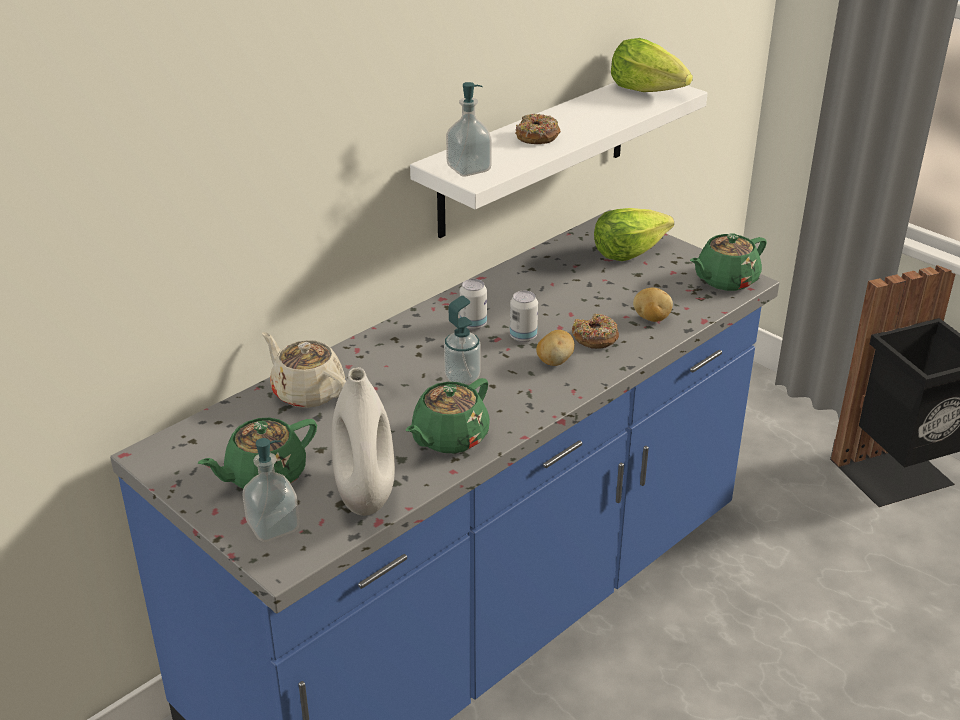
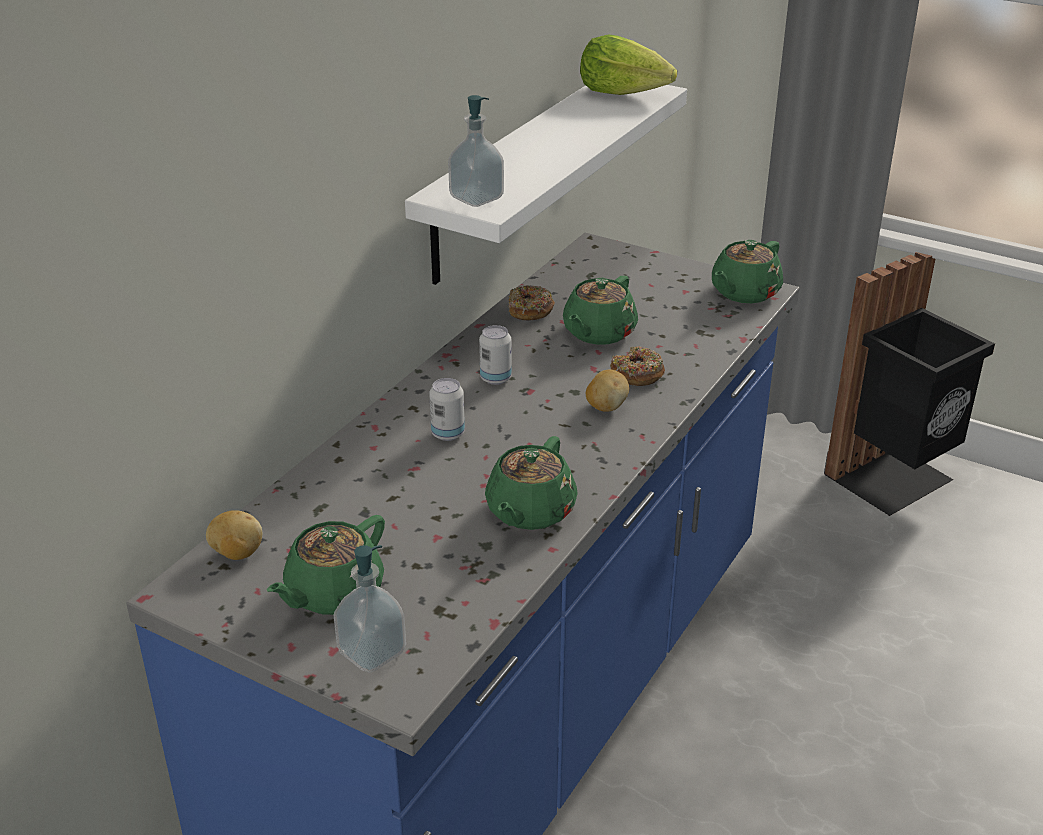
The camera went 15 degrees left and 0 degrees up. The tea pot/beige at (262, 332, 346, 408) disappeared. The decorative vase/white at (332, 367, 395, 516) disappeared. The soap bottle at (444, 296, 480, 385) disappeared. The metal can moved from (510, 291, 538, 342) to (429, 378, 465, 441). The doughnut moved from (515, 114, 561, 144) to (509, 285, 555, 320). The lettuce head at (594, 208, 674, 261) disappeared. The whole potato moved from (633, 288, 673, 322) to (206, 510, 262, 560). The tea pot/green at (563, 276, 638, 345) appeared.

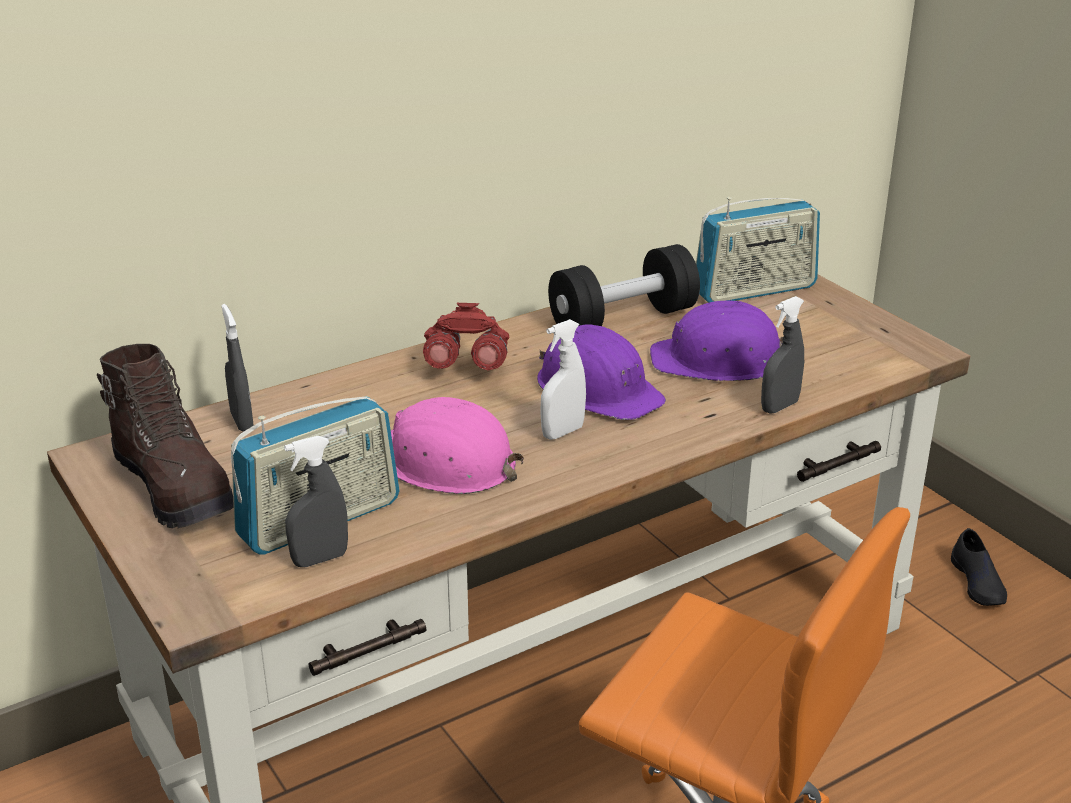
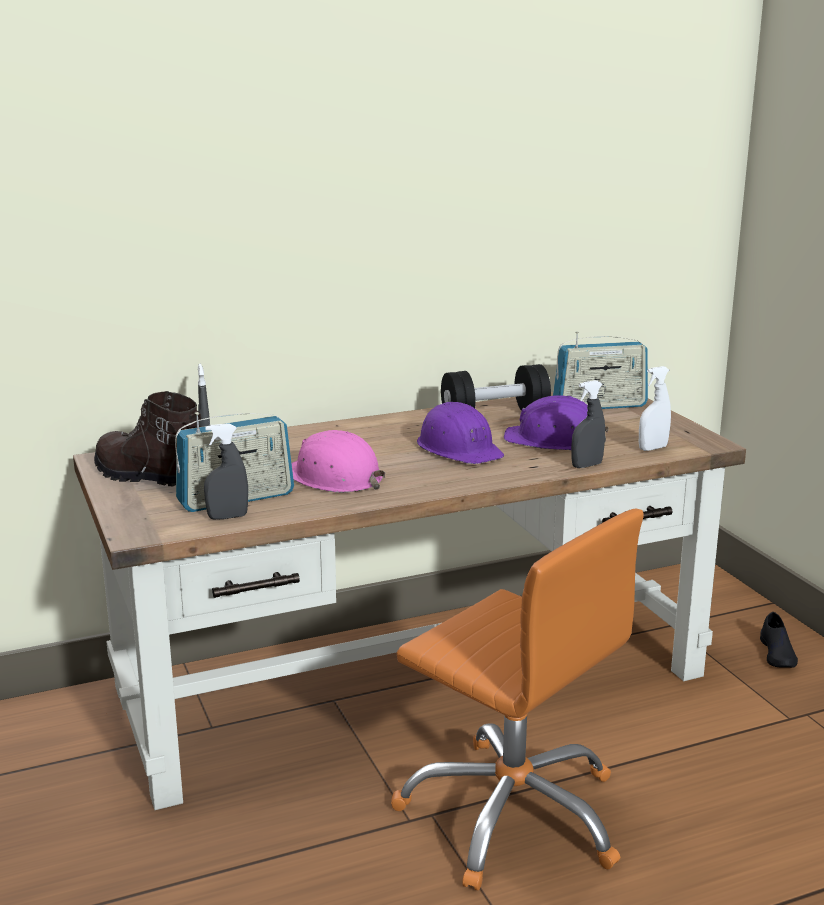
The camera went 10 degrees right and 10 degrees down. The boot/brownish at (97, 344, 234, 529) turned 150 degrees clockwise. The pair of binoculars/red at (423, 303, 510, 370) disappeared. The hand sprayer/white moved from (540, 319, 586, 440) to (639, 366, 671, 451).

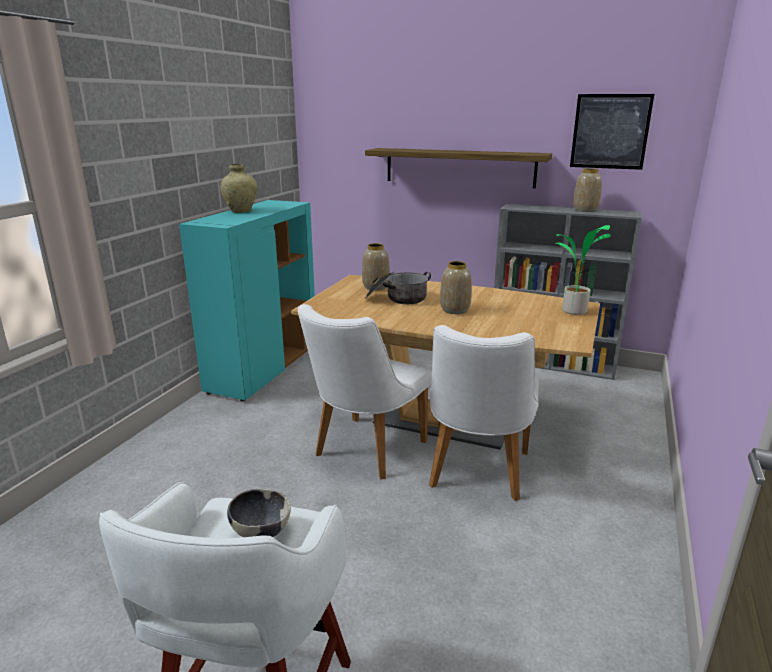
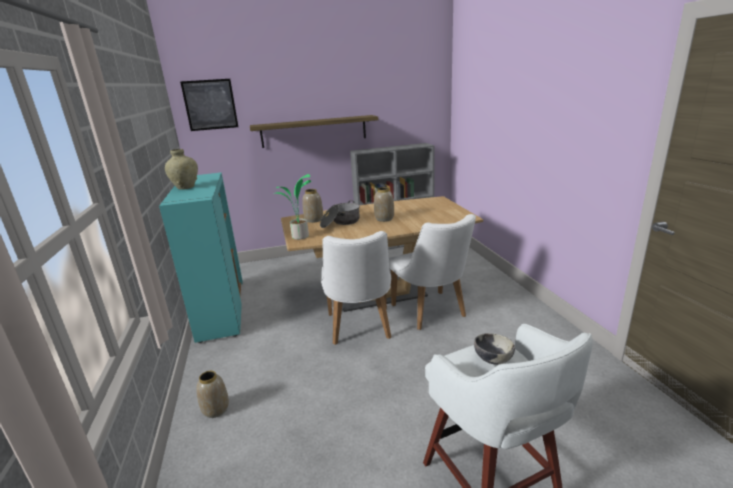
The camera went 35 degrees left and 0 degrees up. The plant in a pot moved from (555, 225, 611, 315) to (274, 174, 311, 240). The wall art moved from (570, 94, 654, 170) to (180, 79, 238, 131). The decorative vase moved from (573, 168, 602, 212) to (196, 371, 229, 418).

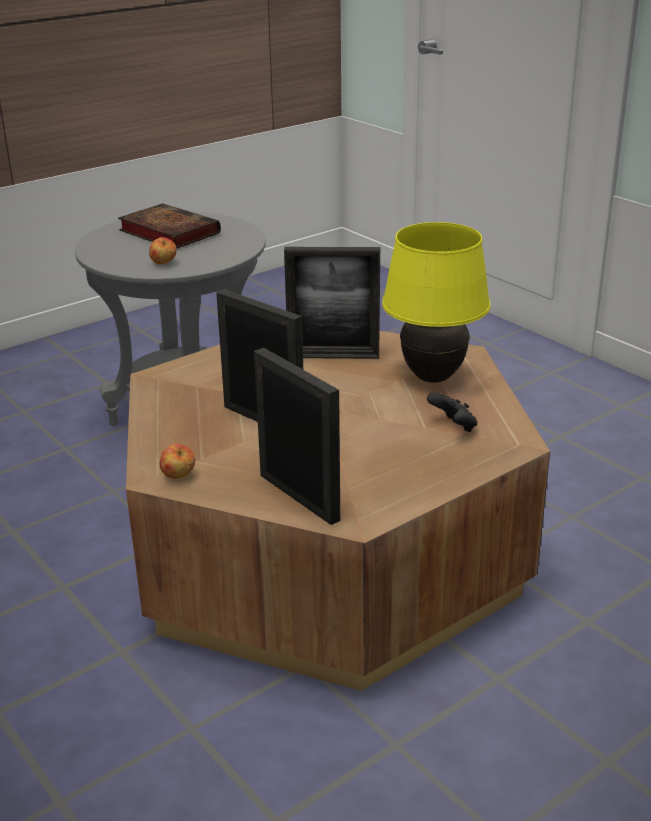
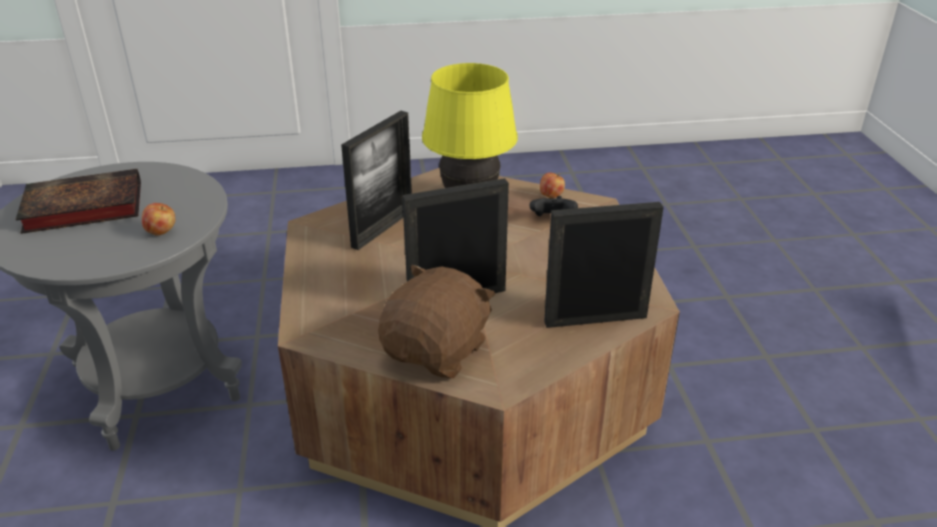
The camera went 60 degrees left and 5 degrees up. The apple moved from (160, 444, 195, 479) to (540, 172, 565, 198). The cuddly toy/brownish at (378, 264, 496, 378) appeared.

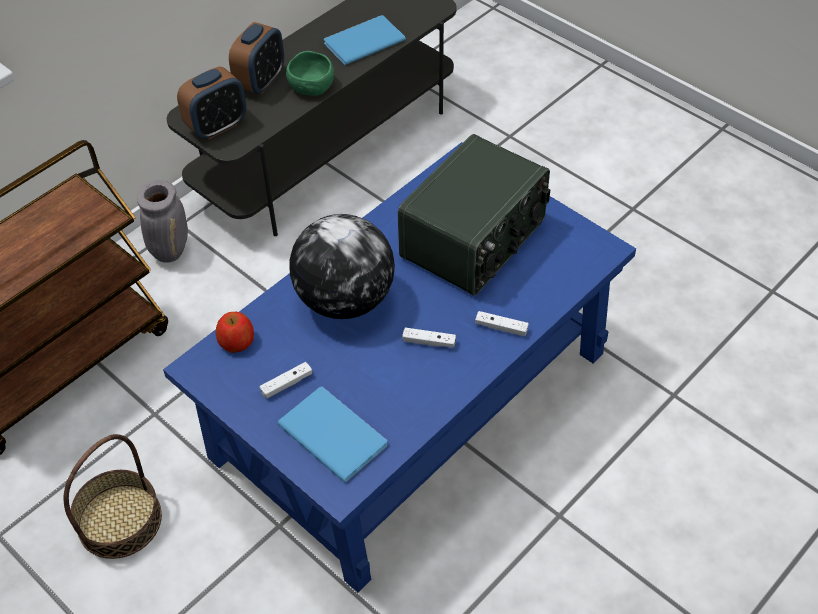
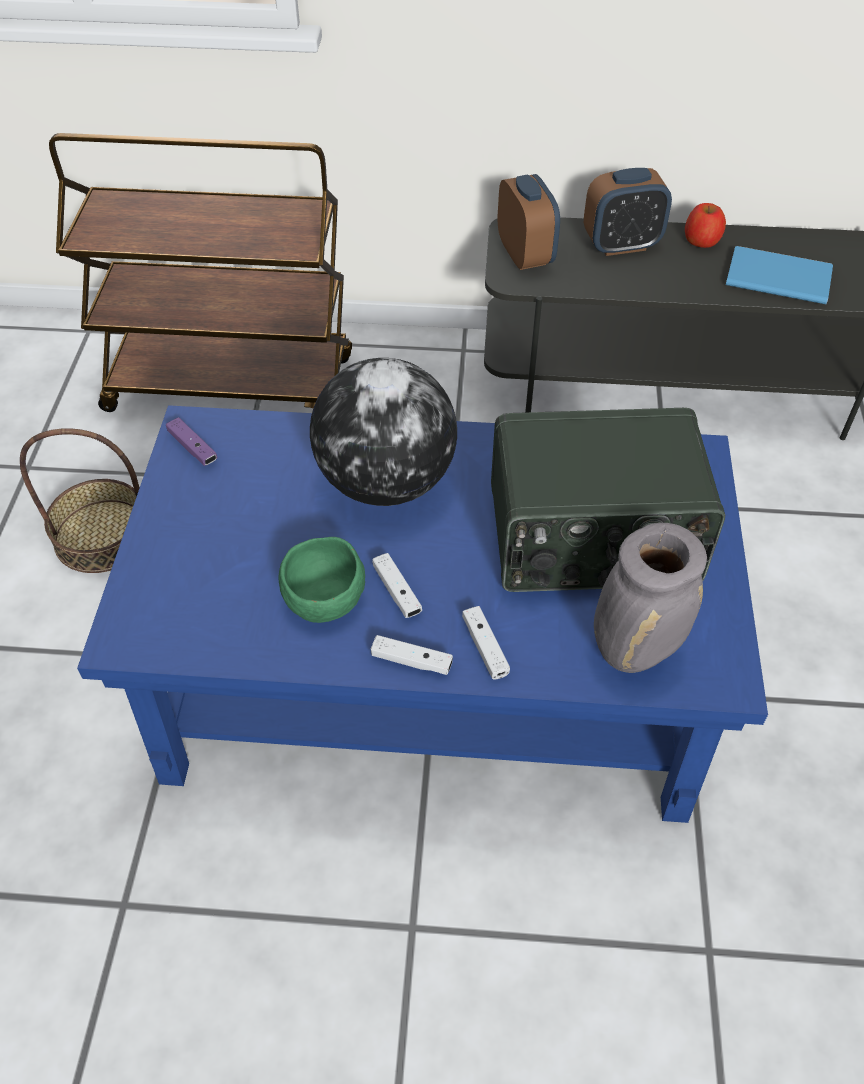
The camera went 50 degrees right and 0 degrees up. The decorative vase/grey moved from (137, 180, 188, 263) to (594, 523, 707, 673). The alarm clock at (177, 67, 246, 139) turned 120 degrees counterclockwise. The apple moved from (216, 312, 254, 353) to (685, 203, 726, 248). The joypad/white moved from (260, 362, 313, 399) to (371, 635, 453, 675). The bound book/blue-coloured at (277, 387, 387, 483) disappeared. The deep dish/green moved from (286, 51, 334, 96) to (278, 537, 365, 623). The joypad/purple-coloured at (166, 417, 218, 466) appeared.

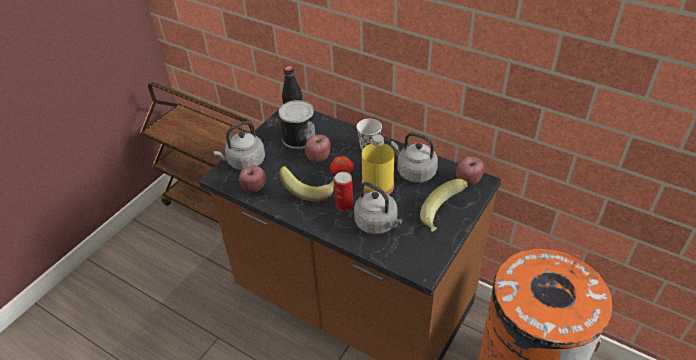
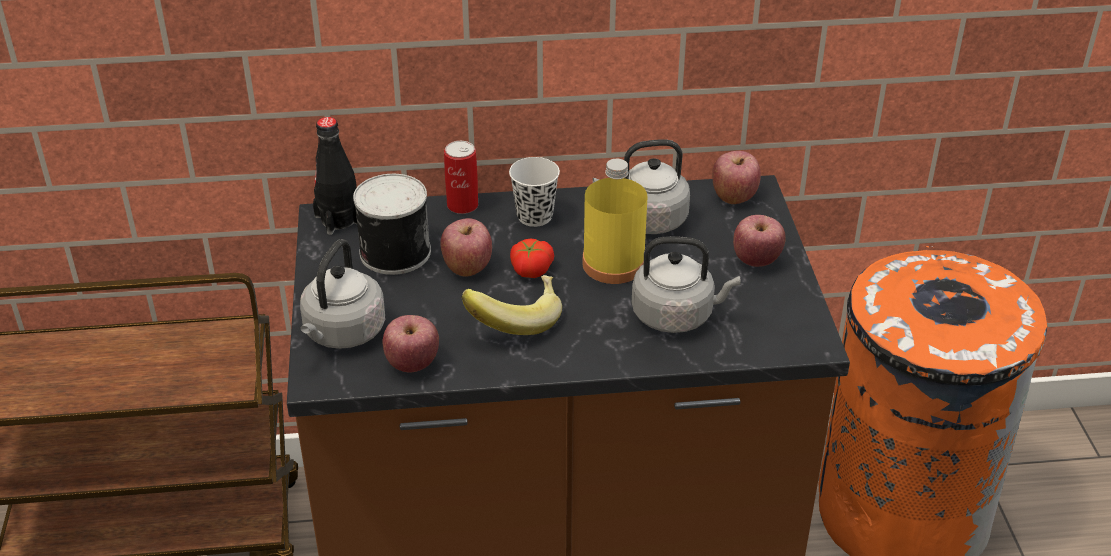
The camera went 40 degrees left and 5 degrees down. The metal can moved from (334, 172, 353, 211) to (444, 141, 478, 214). The banana at (420, 179, 468, 232) was replaced by the apple at (733, 215, 786, 267).

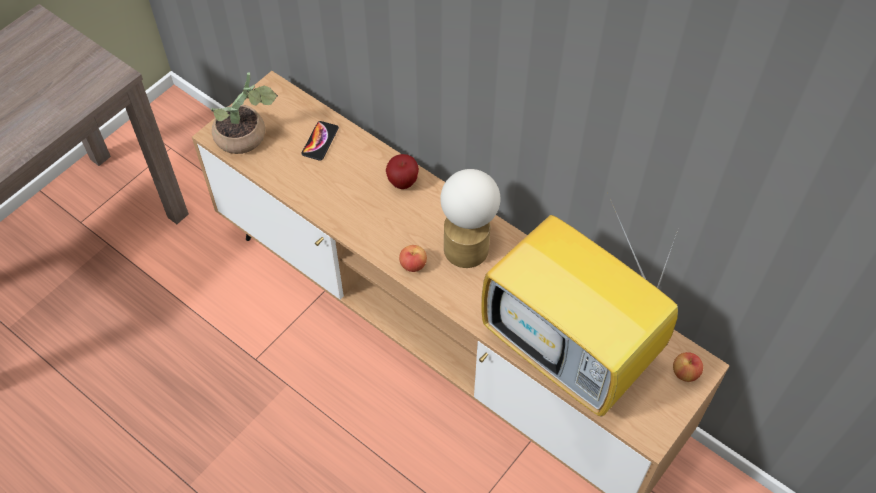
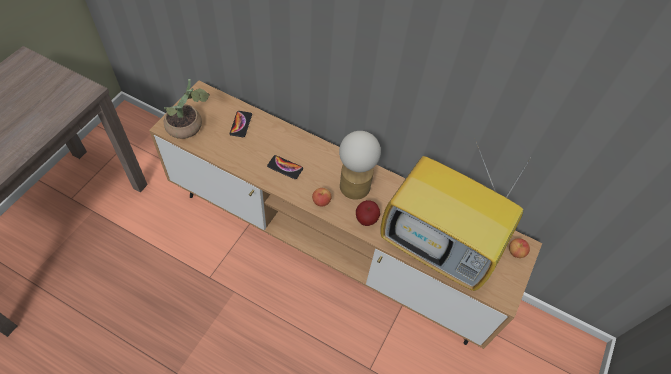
The camera went 15 degrees left and 0 degrees up. The apple moved from (386, 154, 419, 189) to (356, 200, 380, 226). The telephone at (267, 155, 303, 179) appeared.

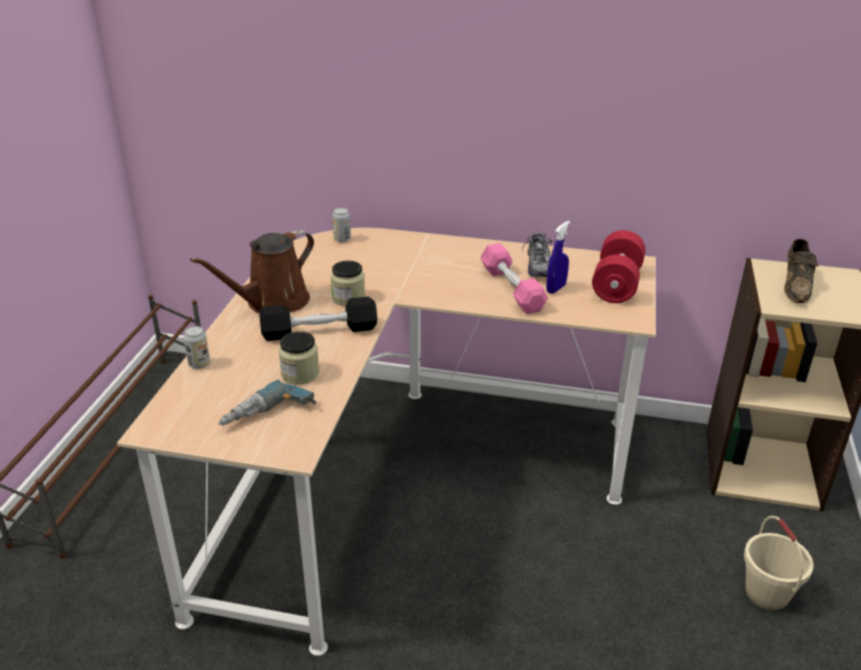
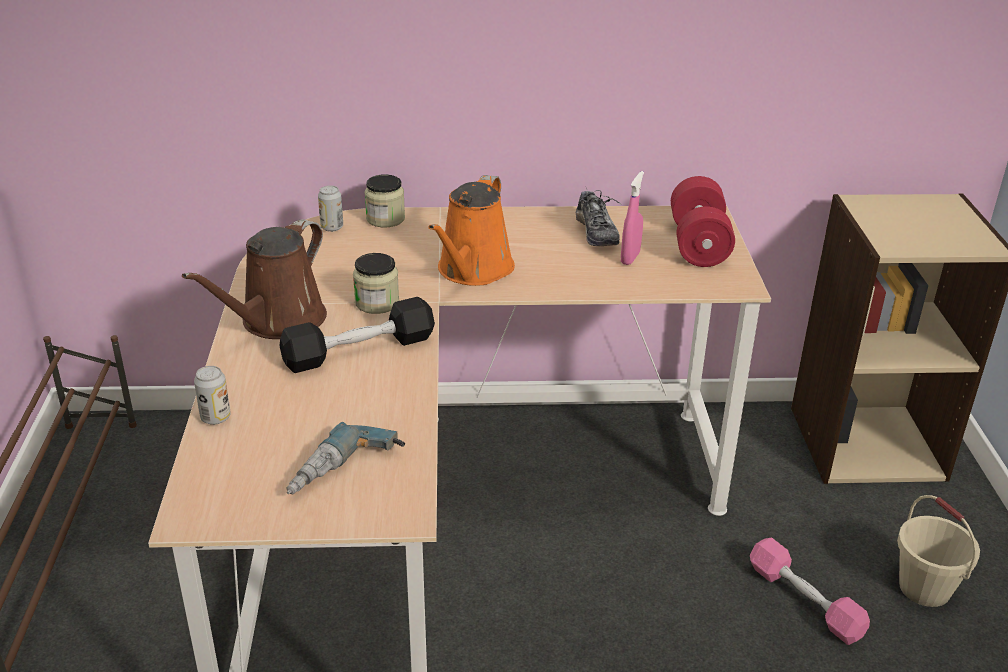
The camera went 15 degrees left and 0 degrees up. The storage jar moved from (279, 331, 319, 384) to (365, 174, 405, 227). The dumbbell/pink moved from (480, 243, 548, 314) to (750, 538, 870, 645). The hand sprayer/blue-coloured at (546, 221, 570, 294) became the hand sprayer/pink at (621, 171, 644, 265). The item of footwear/brownish at (784, 239, 819, 303) disappeared. The sprinkling can/orangey at (428, 175, 515, 286) appeared.

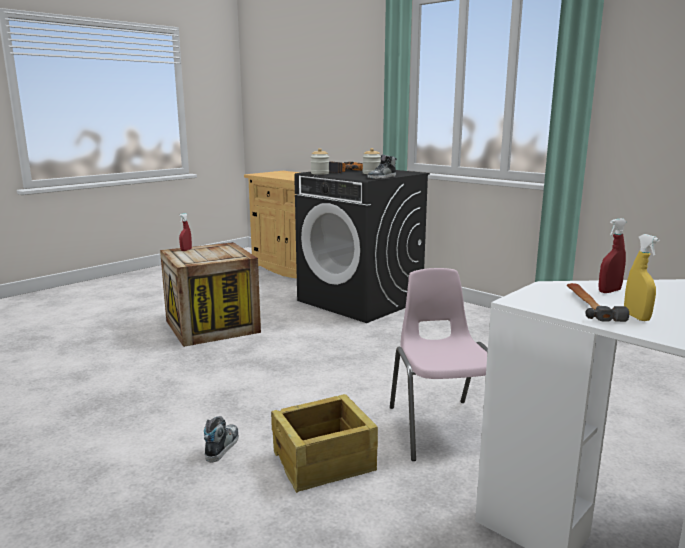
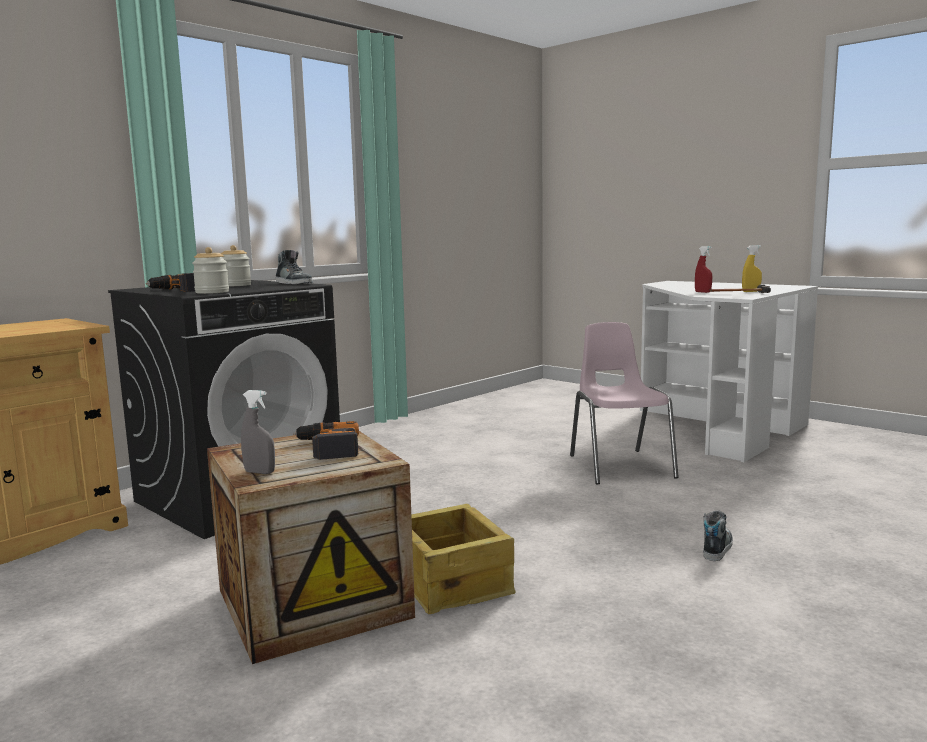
The camera went 90 degrees left and 5 degrees down. The hand sprayer/red at (179, 213, 192, 251) became the hand sprayer/grey at (241, 390, 275, 474). The item of footwear at (204, 416, 239, 463) turned 105 degrees clockwise. The shipping crate moved from (271, 394, 378, 493) to (411, 504, 516, 614). The upright chair/pink at (390, 268, 488, 461) turned 90 degrees clockwise. The power drill at (293, 421, 359, 460) appeared.

